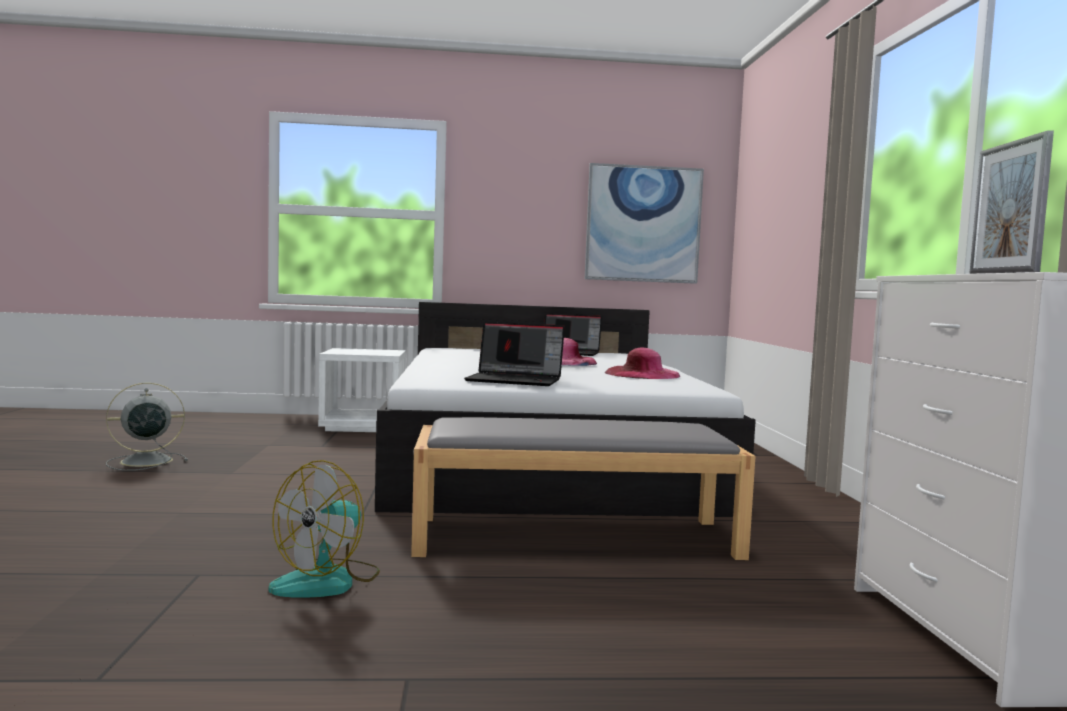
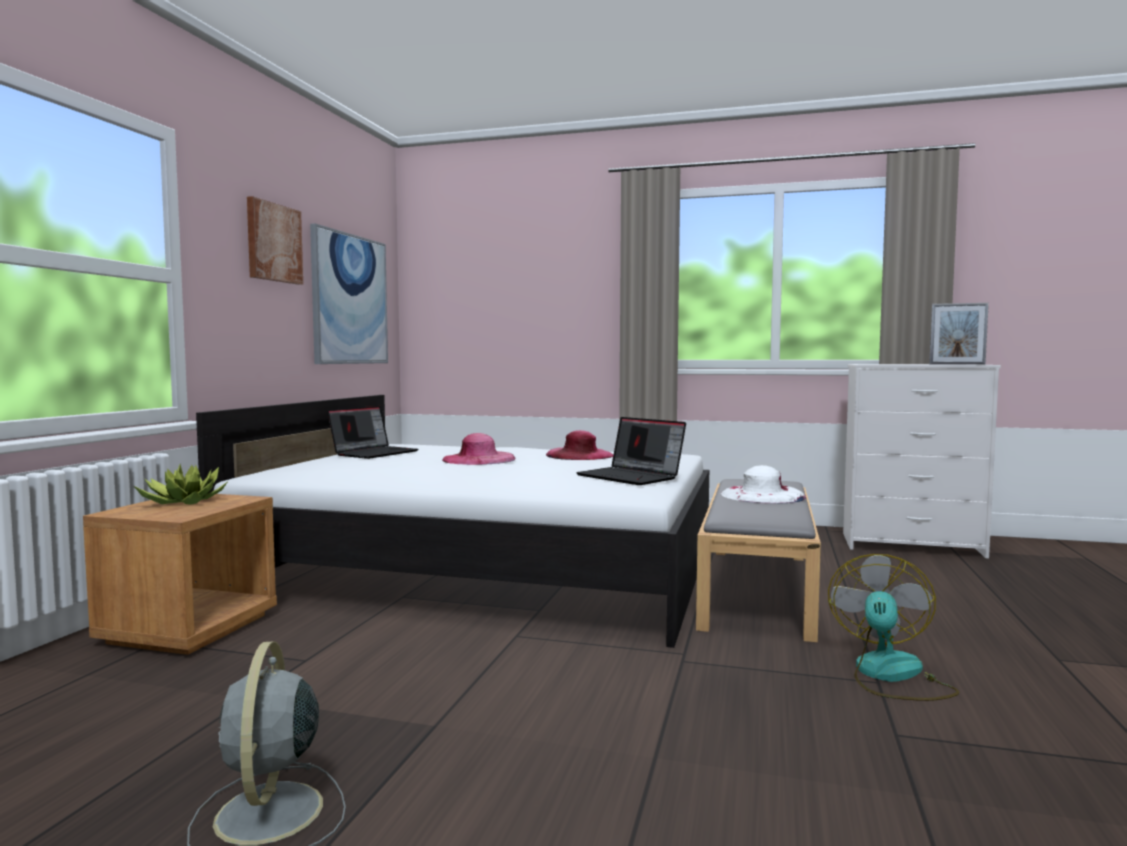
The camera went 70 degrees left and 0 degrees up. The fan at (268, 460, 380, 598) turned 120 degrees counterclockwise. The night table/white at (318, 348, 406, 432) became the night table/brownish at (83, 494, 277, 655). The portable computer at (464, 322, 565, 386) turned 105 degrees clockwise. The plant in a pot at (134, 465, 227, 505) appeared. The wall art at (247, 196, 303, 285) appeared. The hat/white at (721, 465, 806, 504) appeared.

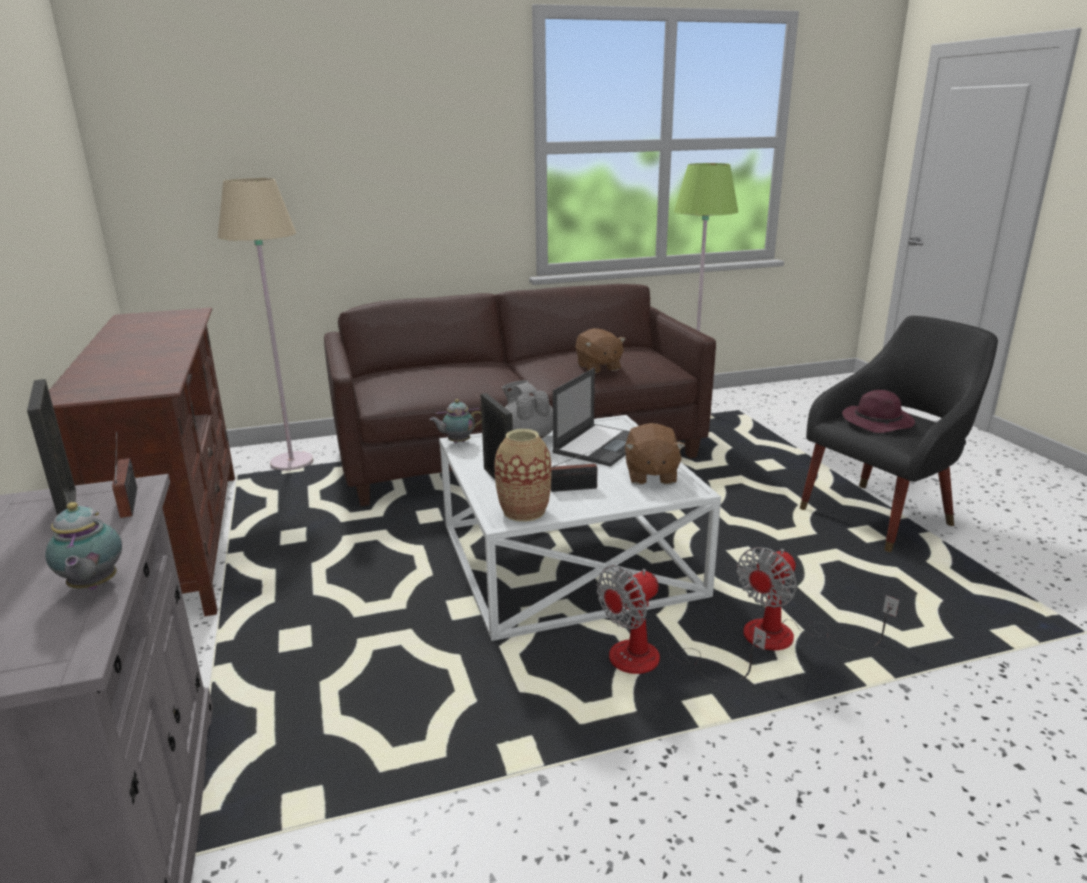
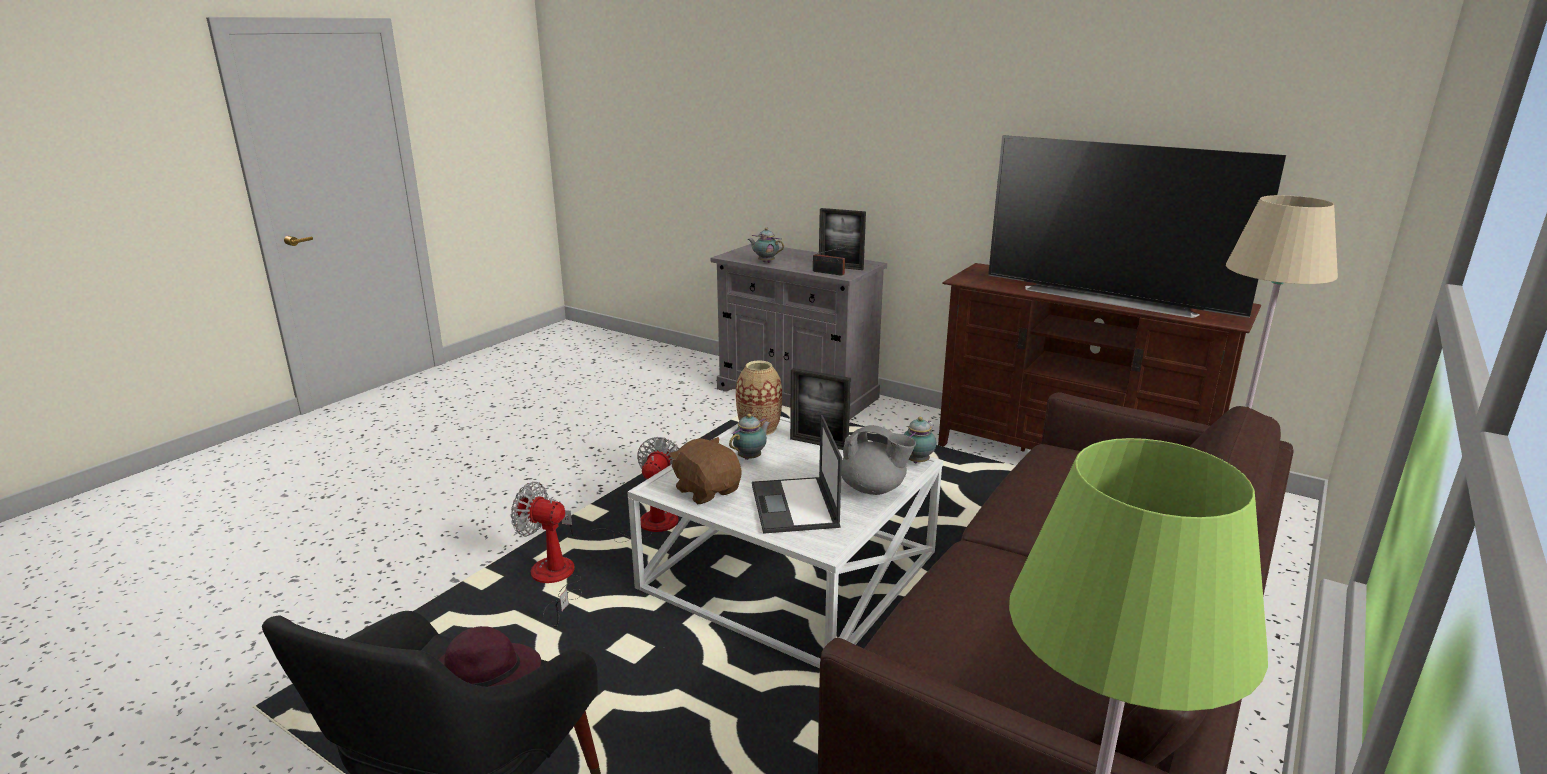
The camera went 140 degrees right and 0 degrees up. The radio set at (551, 447, 602, 492) was replaced by the tea pot at (729, 414, 770, 460). The cuddly toy/brownish at (575, 328, 625, 373) disappeared. The fan at (737, 547, 899, 650) turned 75 degrees counterclockwise. The TV at (988, 135, 1286, 318) appeared.

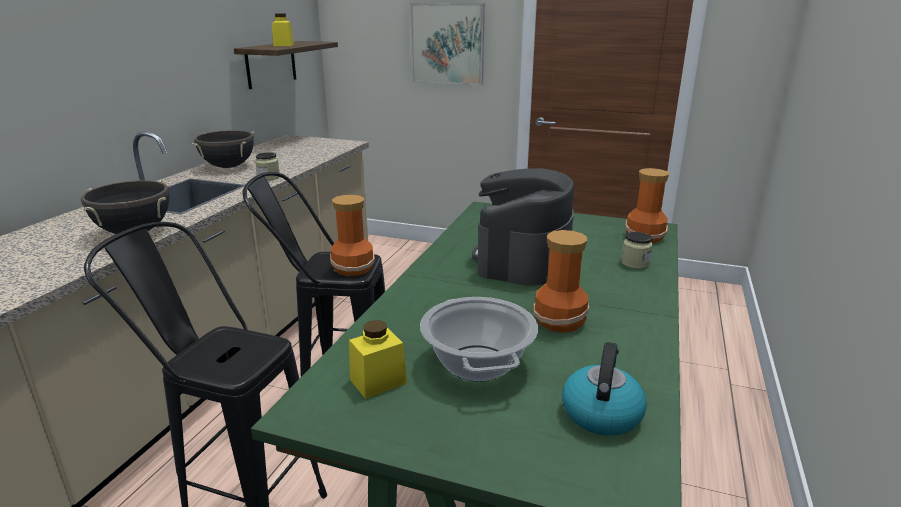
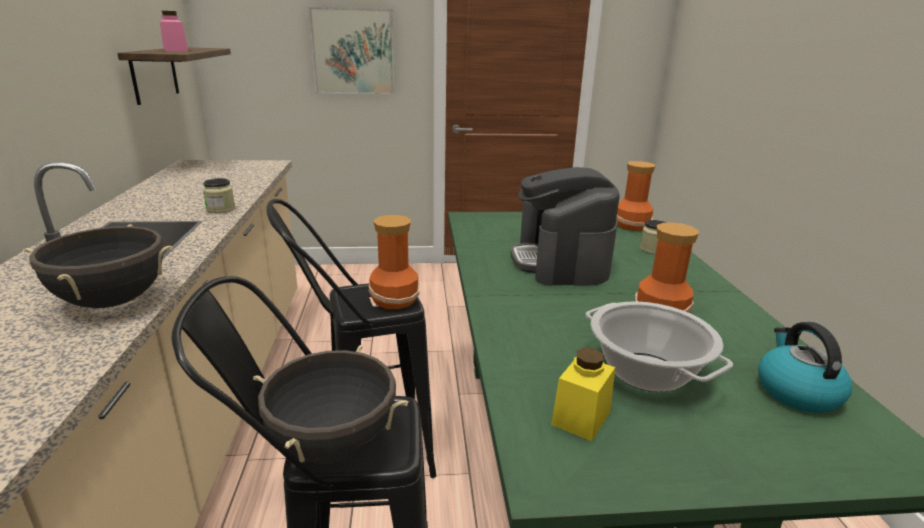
The camera went 25 degrees left and 0 degrees up. The stockpot/blackish moved from (192, 130, 255, 168) to (253, 345, 408, 464). The storage jar/yellowish at (272, 13, 294, 46) became the storage jar/pink at (160, 11, 188, 51).

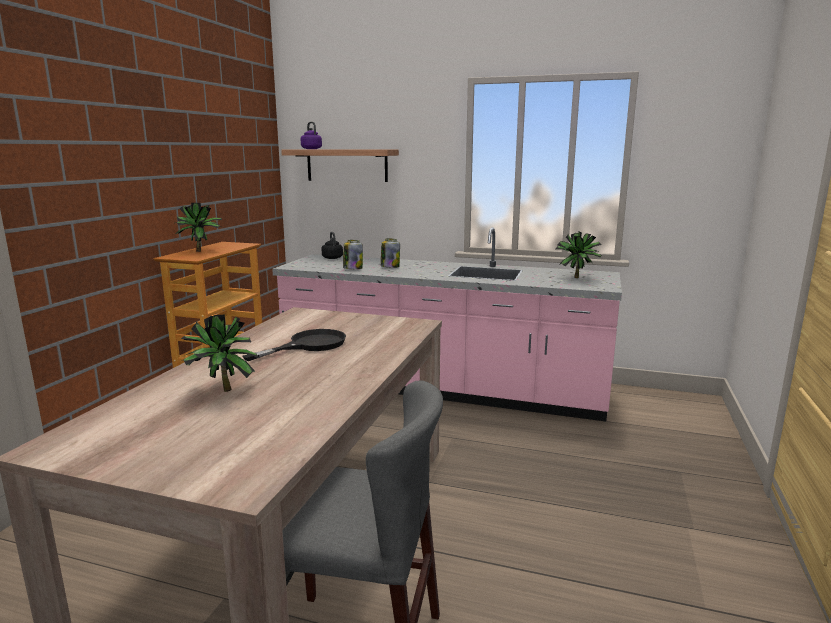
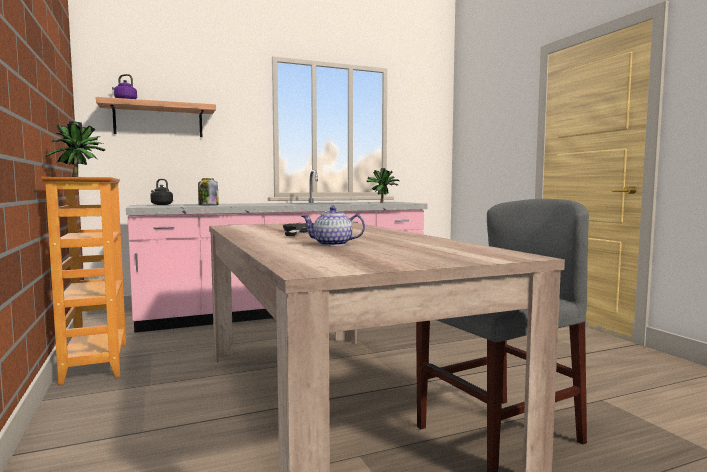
The camera went 40 degrees left and 10 degrees down. The plant in a pot at (181, 315, 259, 392) was replaced by the tea pot at (301, 206, 365, 246). The storage jar at (381, 238, 400, 268) disappeared.

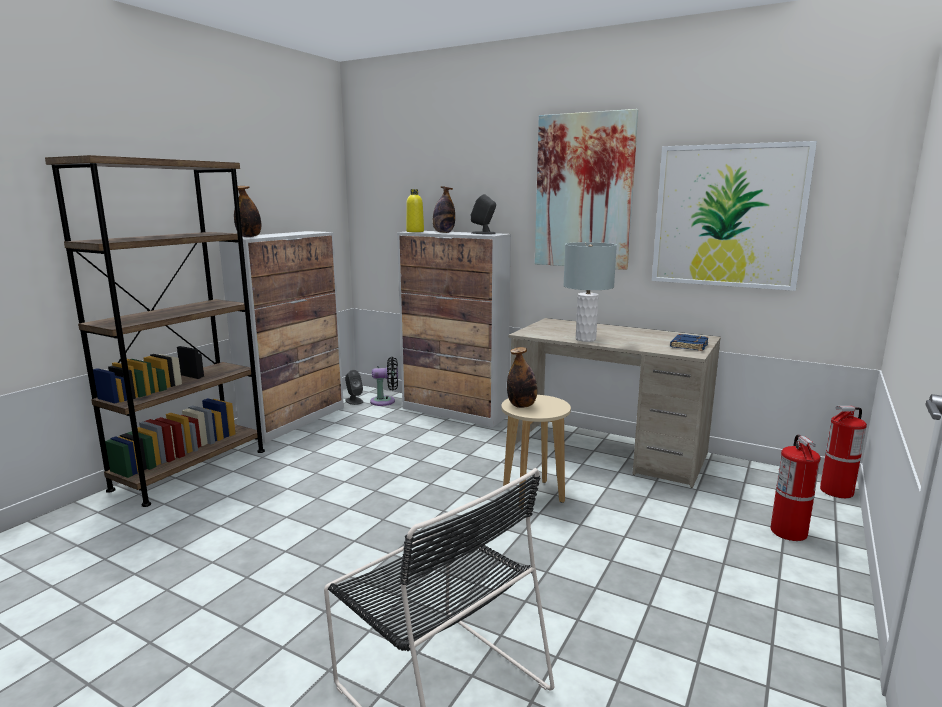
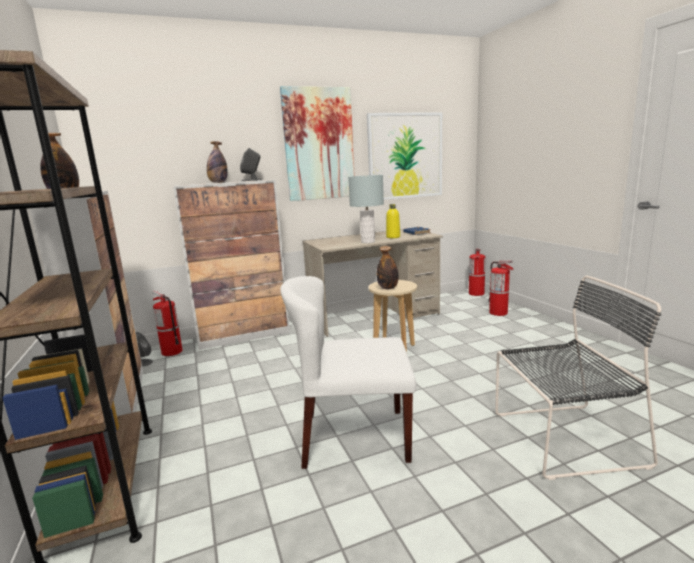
The camera went 50 degrees left and 0 degrees up. The fan/blackish at (370, 357, 398, 406) was replaced by the fire extinguisher at (152, 290, 183, 356). The bottle/yellowish moved from (406, 189, 424, 232) to (386, 204, 400, 238). The upright chair/white at (280, 276, 416, 469) appeared.

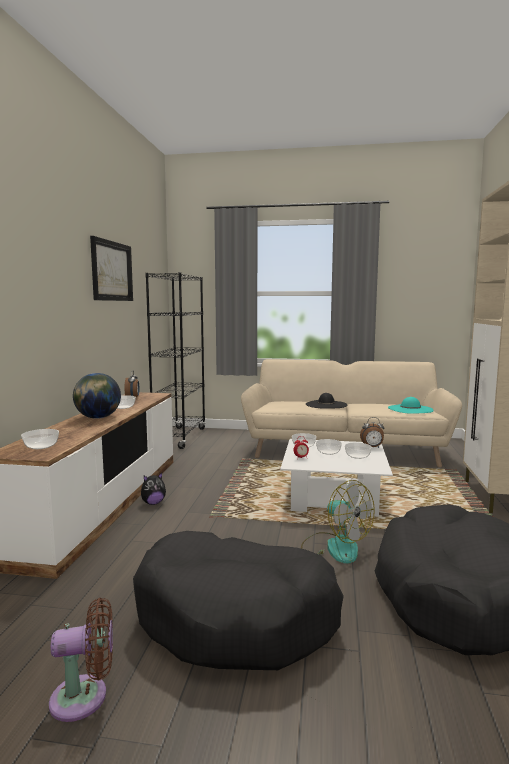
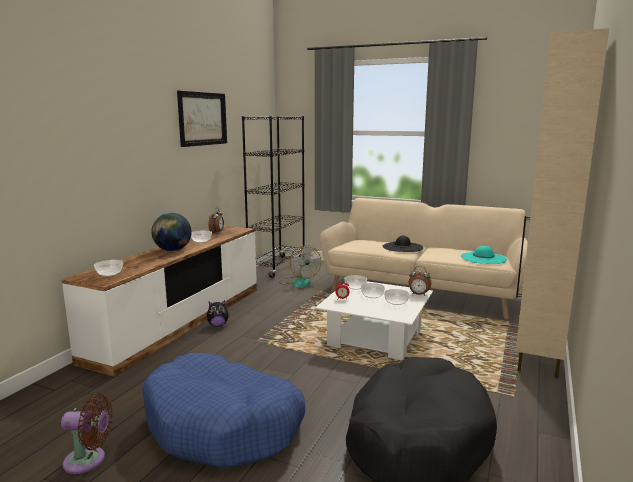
The camera went 15 degrees right and 5 degrees up. The dog bed/blackish at (133, 531, 344, 670) became the dog bed/blue-coloured at (142, 353, 305, 468). The fan moved from (301, 480, 375, 564) to (279, 245, 321, 288).

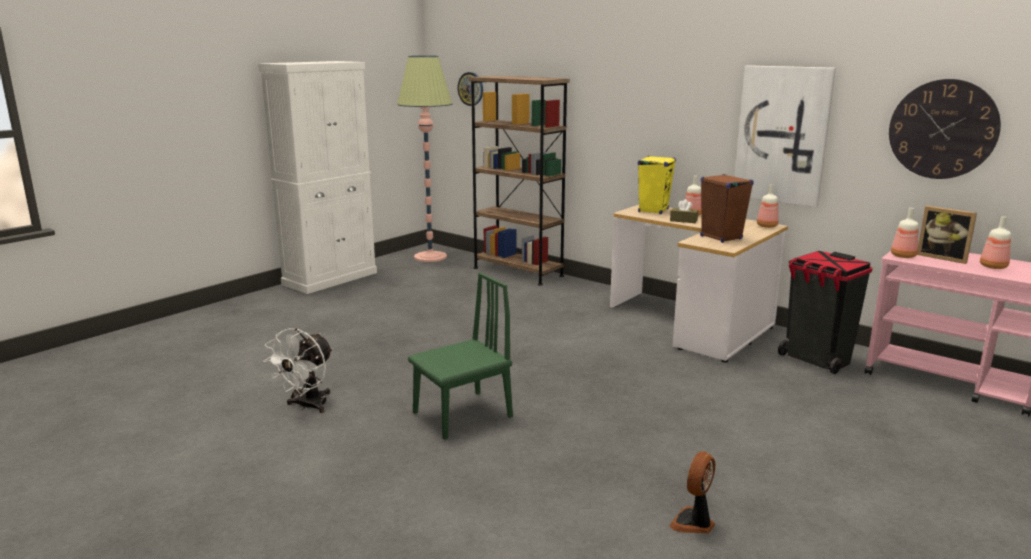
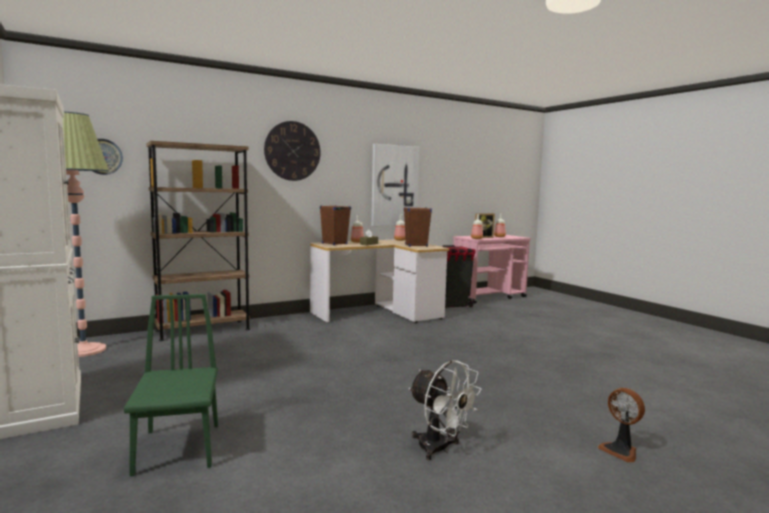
The camera went 70 degrees left and 10 degrees down. The upright chair/green moved from (408, 272, 513, 440) to (124, 294, 218, 476). The speaker/yellowish at (638, 156, 676, 214) became the speaker/brownish at (320, 205, 351, 245). The fan moved from (669, 451, 715, 533) to (598, 388, 645, 462). The hanging clock moved from (889, 79, 1001, 179) to (264, 121, 320, 181).

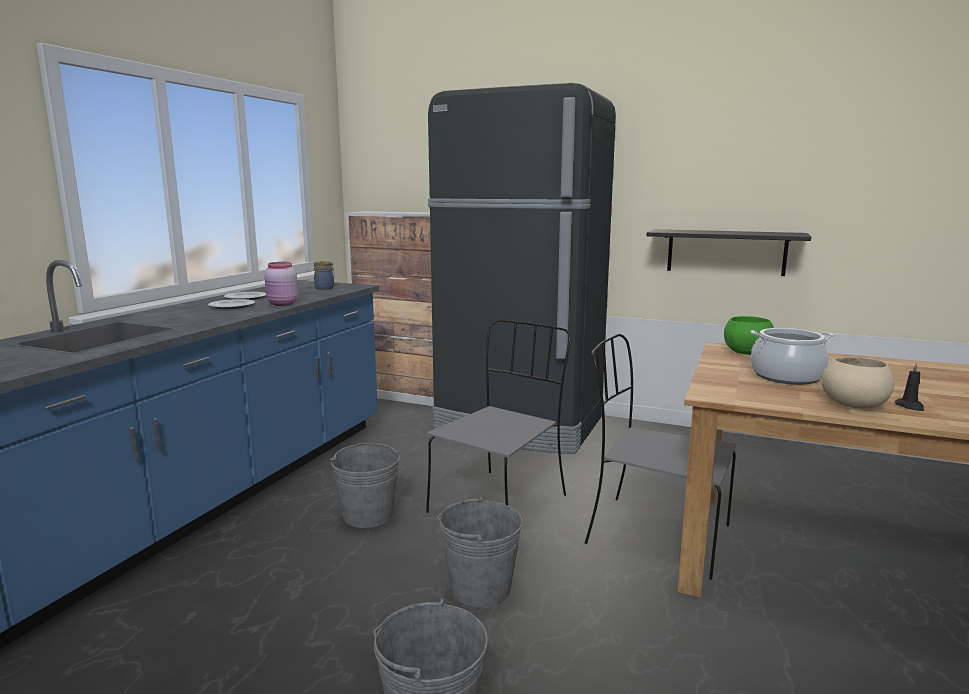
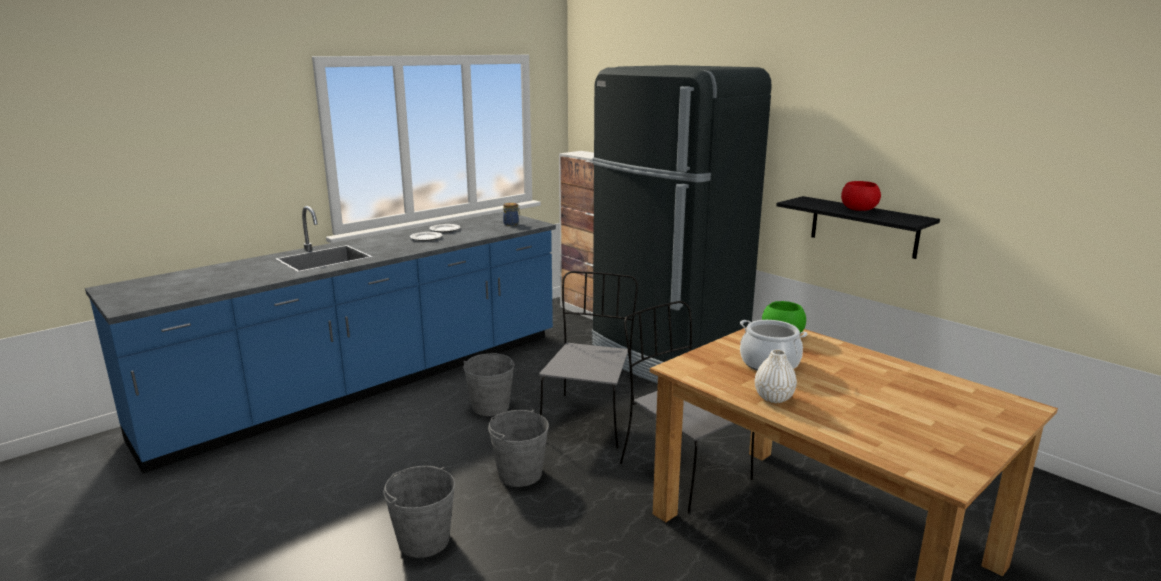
The camera went 25 degrees right and 5 degrees up. The storage jar/pink at (264, 262, 298, 306) disappeared. The upright chair/grey at (426, 319, 571, 513) turned 45 degrees counterclockwise. The deep dish/beige at (822, 356, 894, 409) was replaced by the decorative vase/white at (755, 349, 797, 403). The wax candle/blackish at (894, 362, 924, 411) disappeared. The deep dish/red at (841, 181, 881, 211) appeared.

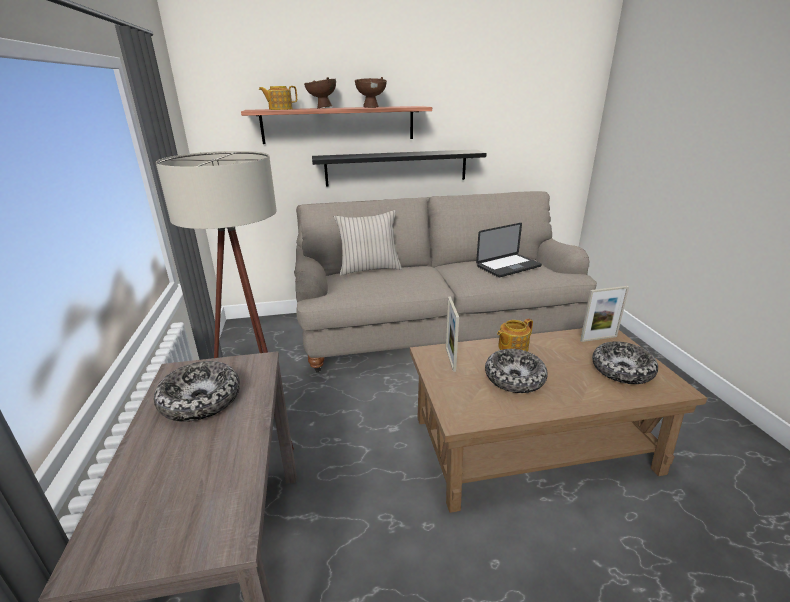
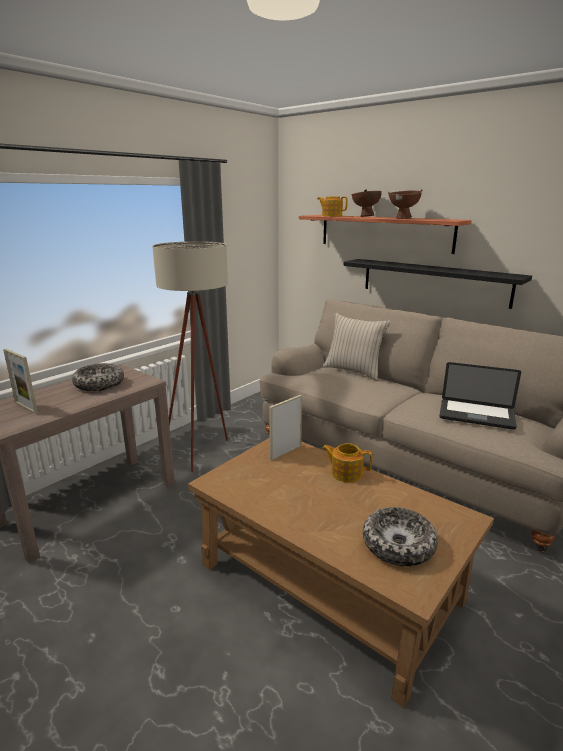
The camera went 50 degrees right and 5 degrees down. The deep dish at (485, 349, 548, 393) disappeared. The picture frame moved from (580, 286, 629, 342) to (3, 349, 38, 414).

